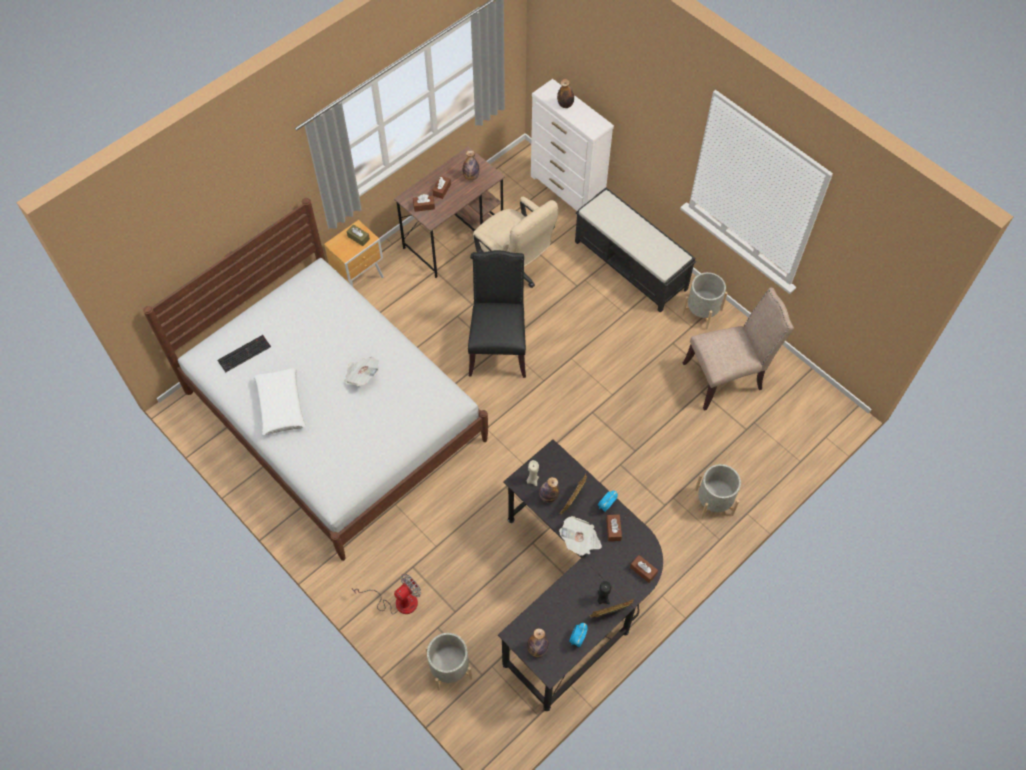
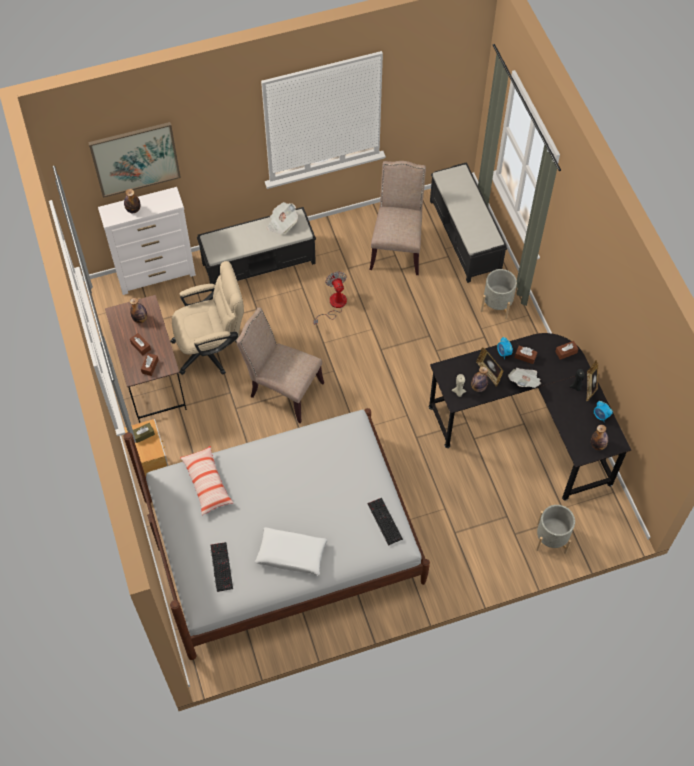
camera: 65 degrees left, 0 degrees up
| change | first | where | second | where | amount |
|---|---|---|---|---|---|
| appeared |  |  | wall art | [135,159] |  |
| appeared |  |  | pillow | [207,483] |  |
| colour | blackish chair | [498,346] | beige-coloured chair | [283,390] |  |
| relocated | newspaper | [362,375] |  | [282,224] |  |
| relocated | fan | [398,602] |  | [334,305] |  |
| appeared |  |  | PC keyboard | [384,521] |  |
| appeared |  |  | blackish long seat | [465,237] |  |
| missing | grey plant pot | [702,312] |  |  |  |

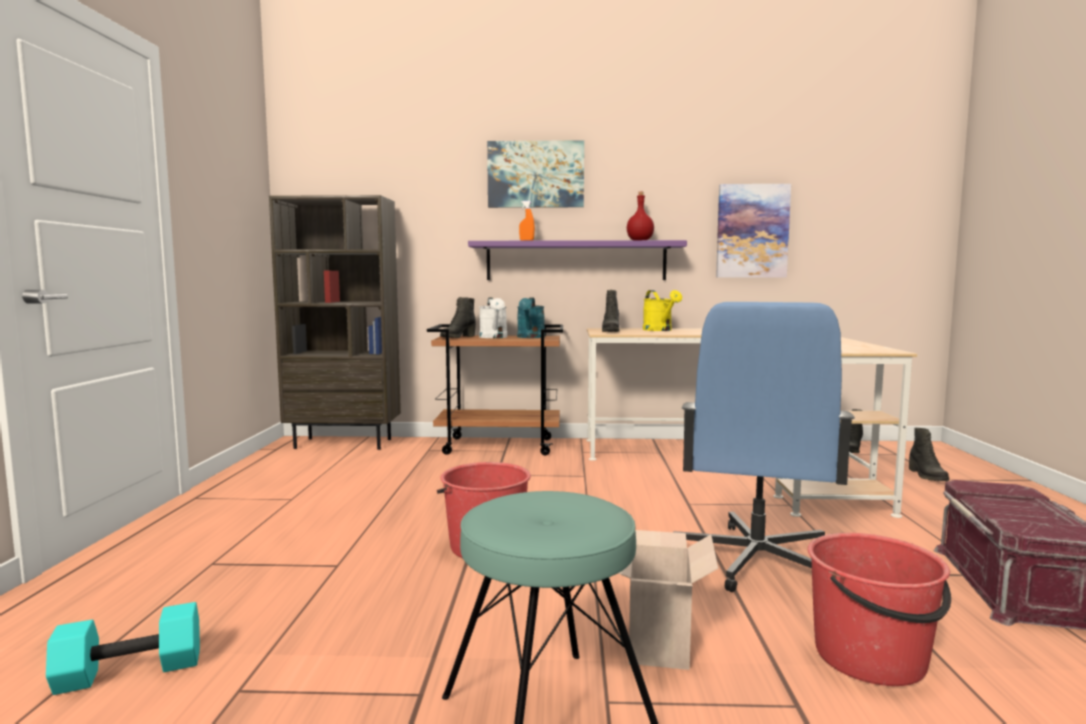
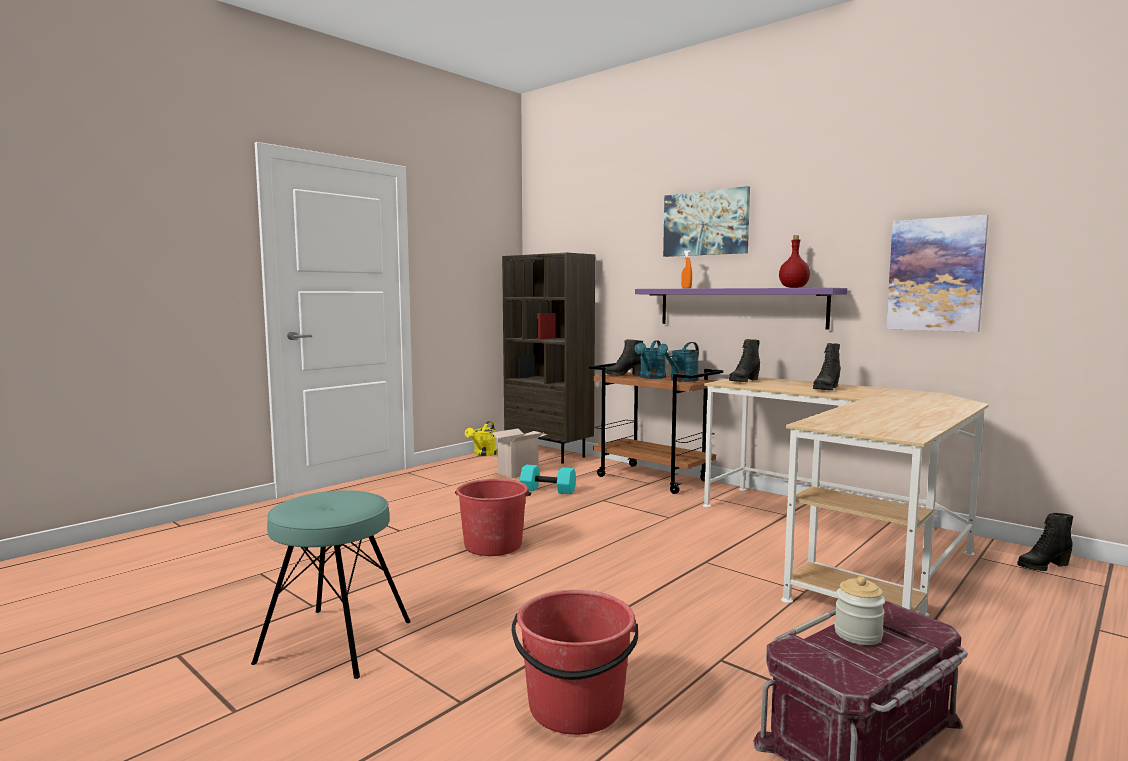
camera: 40 degrees right, 0 degrees up
| change | first | where | second | where | amount |
|---|---|---|---|---|---|
| relocated | yellowish sprinkling can | [660,330] |  | [483,454] |  |
| relocated | carton | [656,642] |  | [518,472] |  |
| relocated | turquoise-coloured dumbbell | [132,670] |  | [548,490] |  |
| colour | white-coloured sprinkling can | [494,337] | turquoise-coloured sprinkling can | [651,377] |  |
| relocated | blackish boot | [926,476] |  | [825,389] |  |
| appeared |  |  | storage jar | [858,634] |  |
| missing | bluish desk chair | [755,561] |  |  |  |

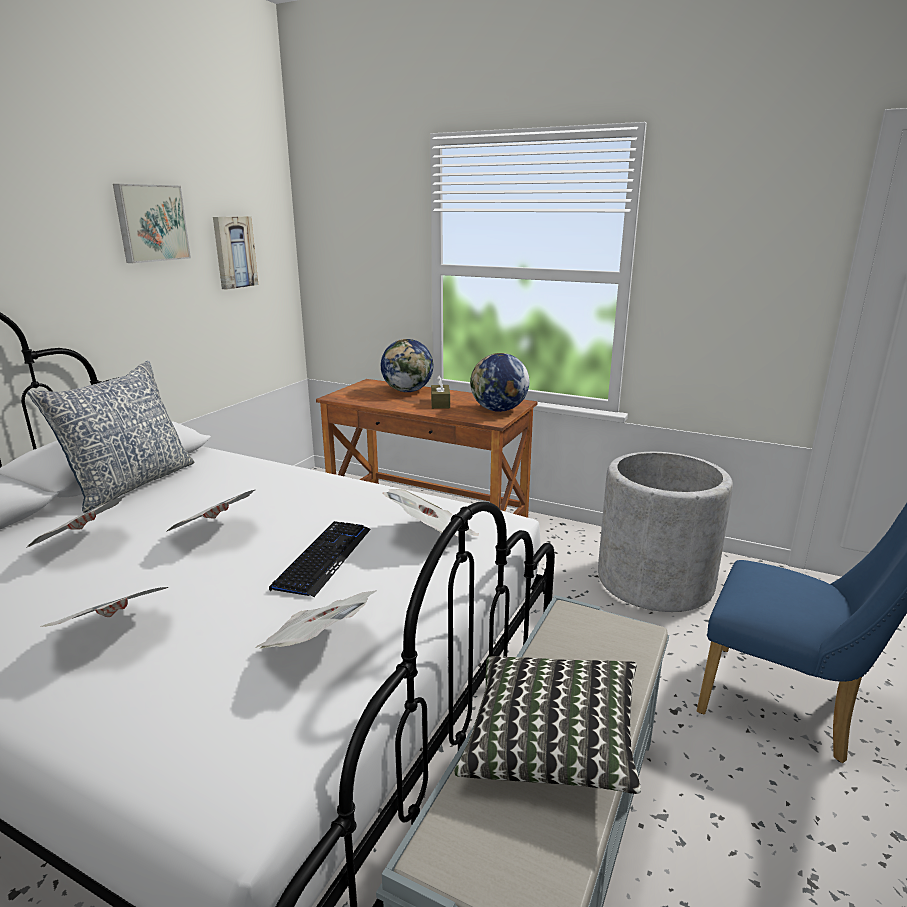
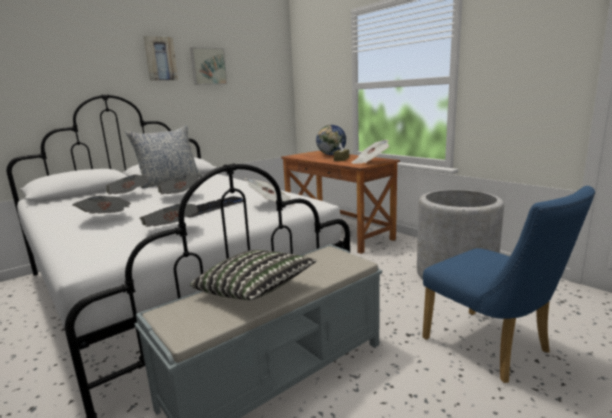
camera: 25 degrees right, 5 degrees down
| change | first | where | second | where | amount |
|---|---|---|---|---|---|
| relocated | wall art | [234,252] |  | [160,59] |  |
| exchanged | globe | [498,410] | newspaper | [370,162] |  |

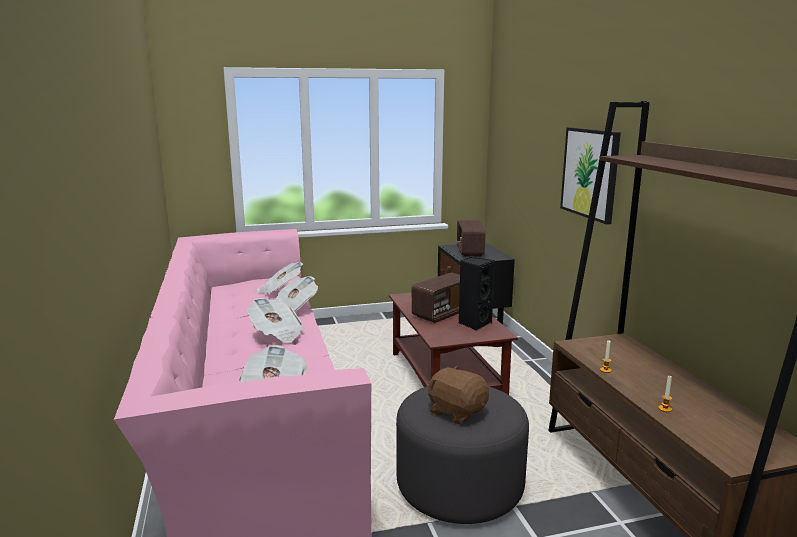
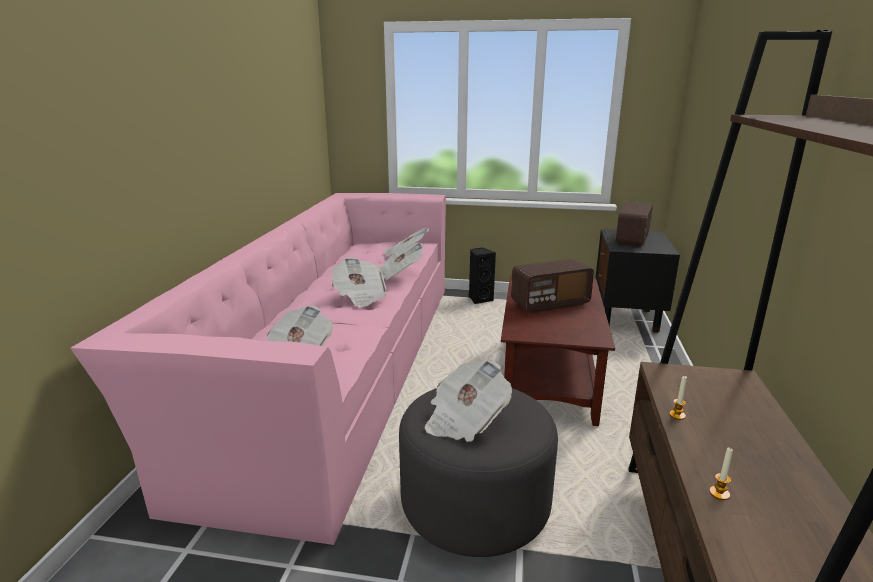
camera: 25 degrees right, 5 degrees up
| change | first | where | second | where | amount |
|---|---|---|---|---|---|
| exchanged | brown soft toy | [456,411] | newspaper | [465,420] |  |
| relocated | blackish audio speaker | [474,323] |  | [480,300] |  |
| missing | wall art | [590,173] |  |  |  |

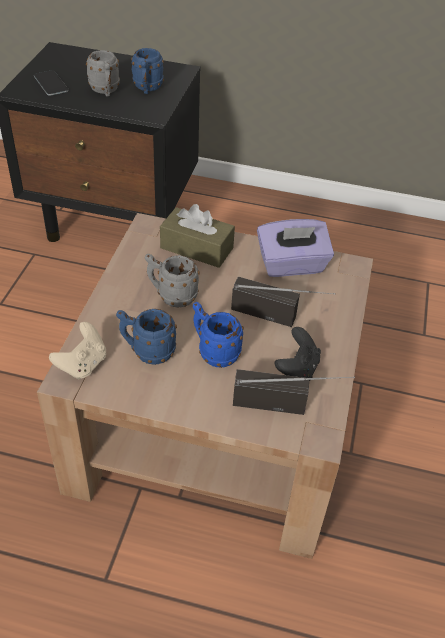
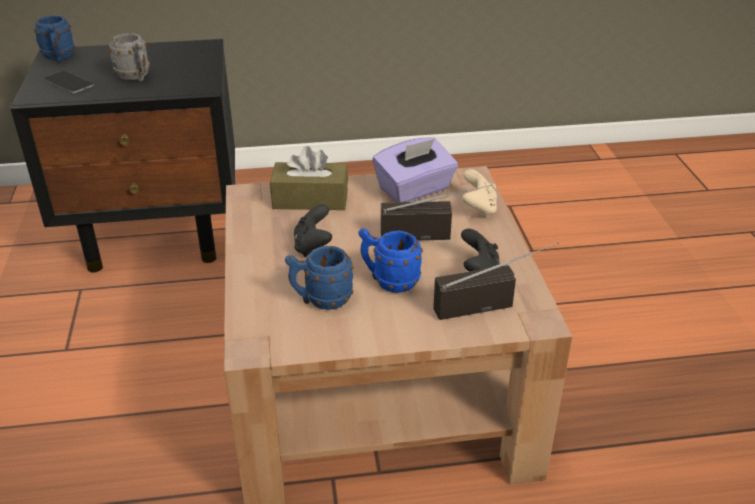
camera: 20 degrees left, 10 degrees down
| change | first | where | second | where | amount |
|---|---|---|---|---|---|
| relocated | bluish tea mug | [147,89] |  | [59,58] |  |
| exchanged | grey tea mug | [171,296] | blackish joypad | [313,246] |  |
| relocated | beige-coloured joypad | [83,364] |  | [478,208] |  |

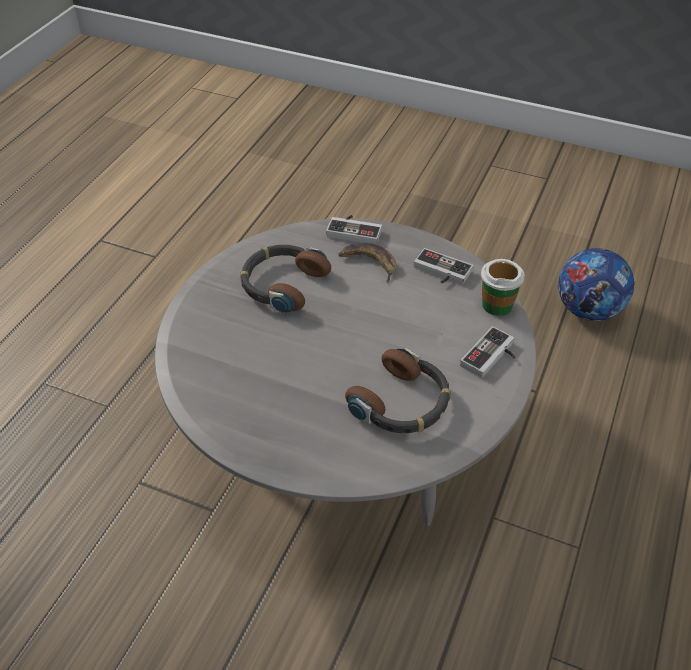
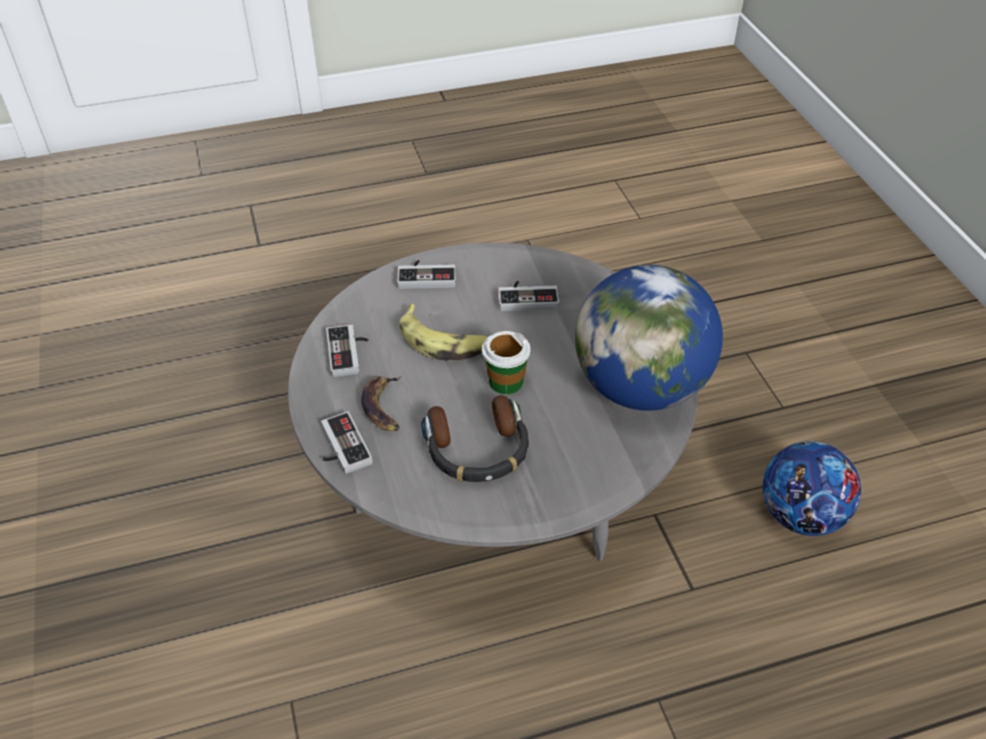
camera: 130 degrees left, 0 degrees up
| change | first | where | second | where | amount |
|---|---|---|---|---|---|
| appeared |  |  | banana | [444,341] |  |
| relocated | drinking cup | [497,305] |  | [505,382] |  |
| exchanged | pair of headphones | [401,403] | joypad | [527,297] |  |
| appeared |  |  | globe | [640,386] |  |
| relocated | ball for football | [588,310] |  | [800,515] |  |

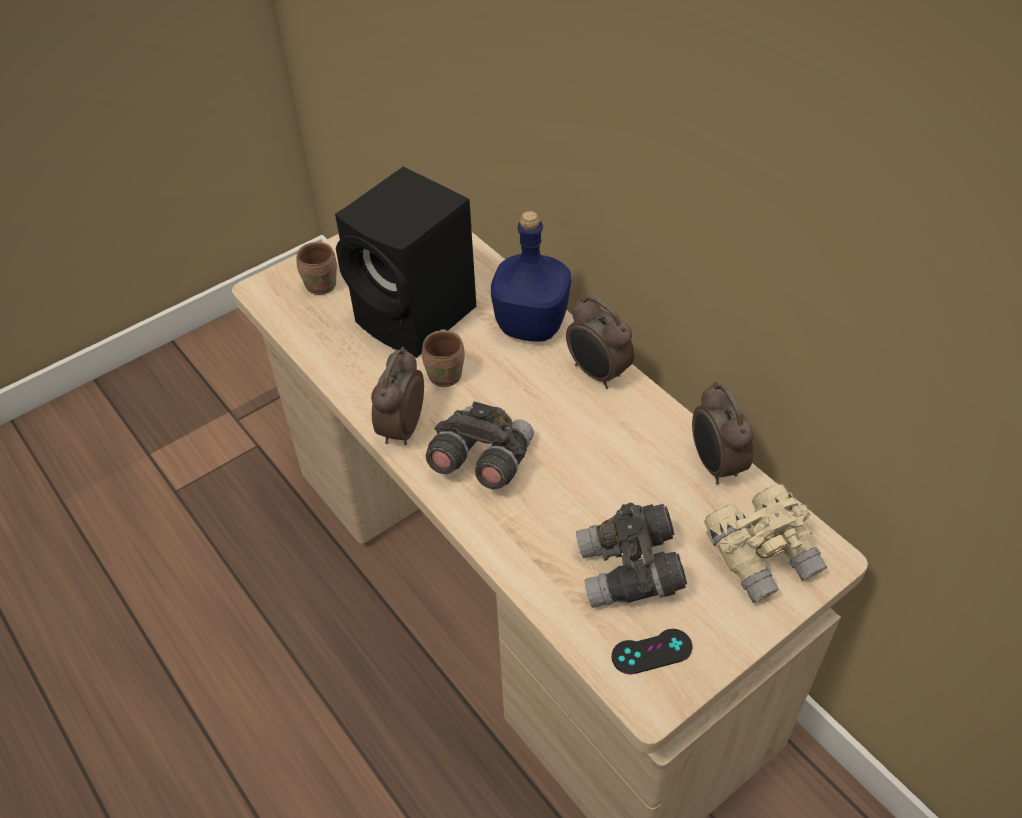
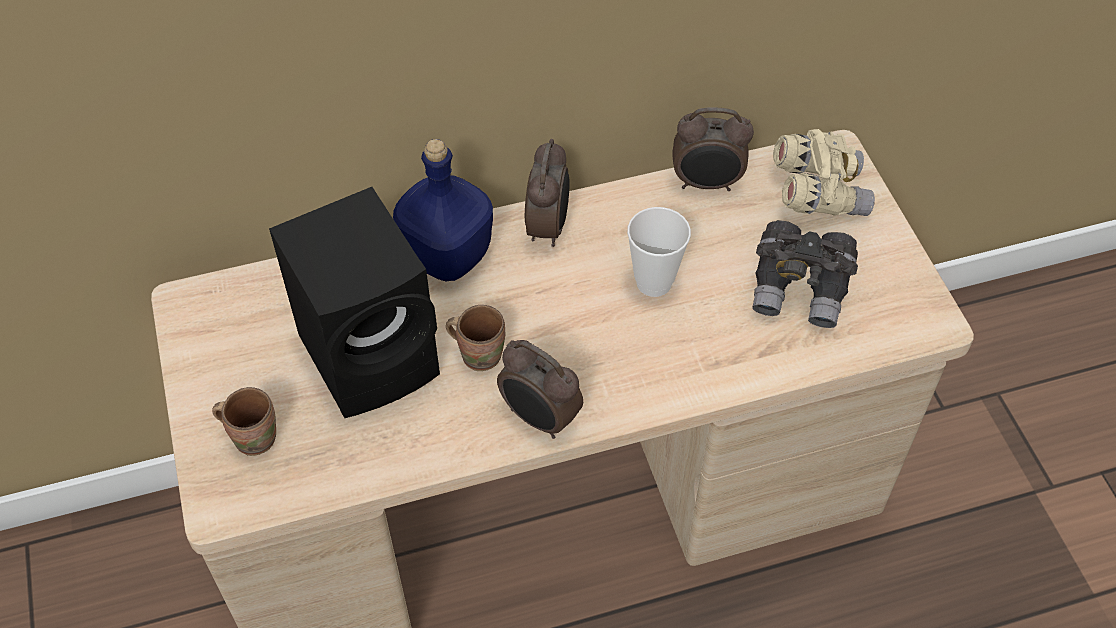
camera: 70 degrees left, 5 degrees up
| change | first | where | second | where | amount |
|---|---|---|---|---|---|
| spun | alarm clock | [597,374] |  | [548,227] | 60 degrees counterclockwise |
| appeared |  |  | drinking cup | [654,282] |  |
| missing | grey field glasses | [481,461] |  |  |  |
| missing | blackish joypad | [651,652] |  |  |  |

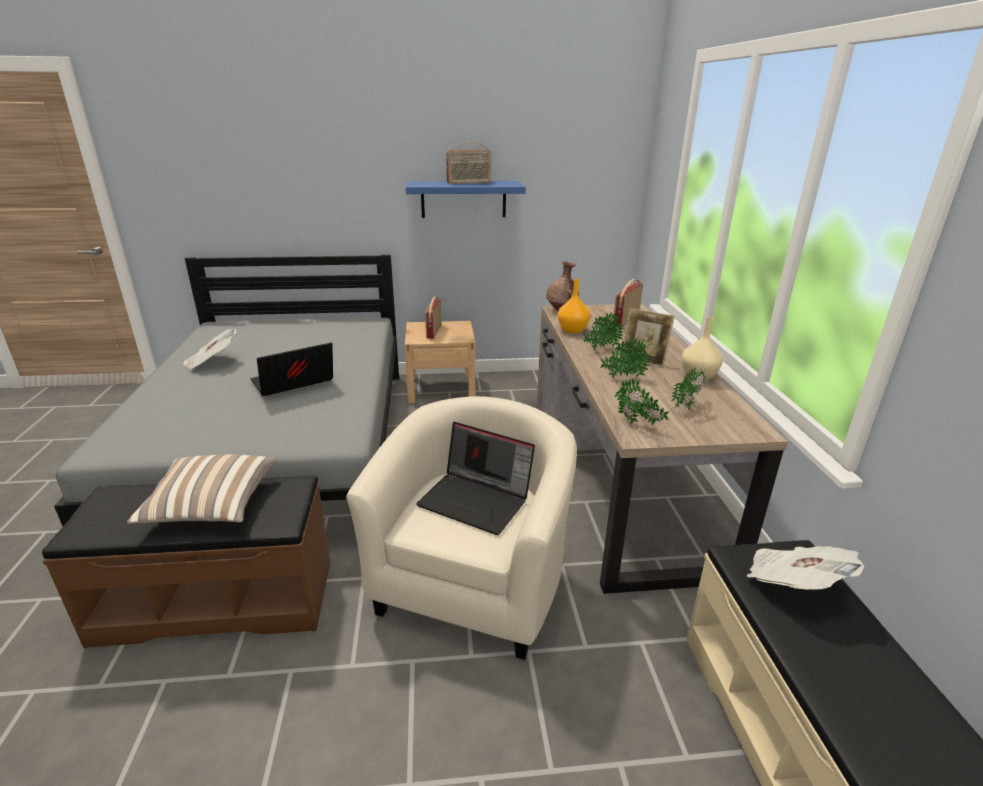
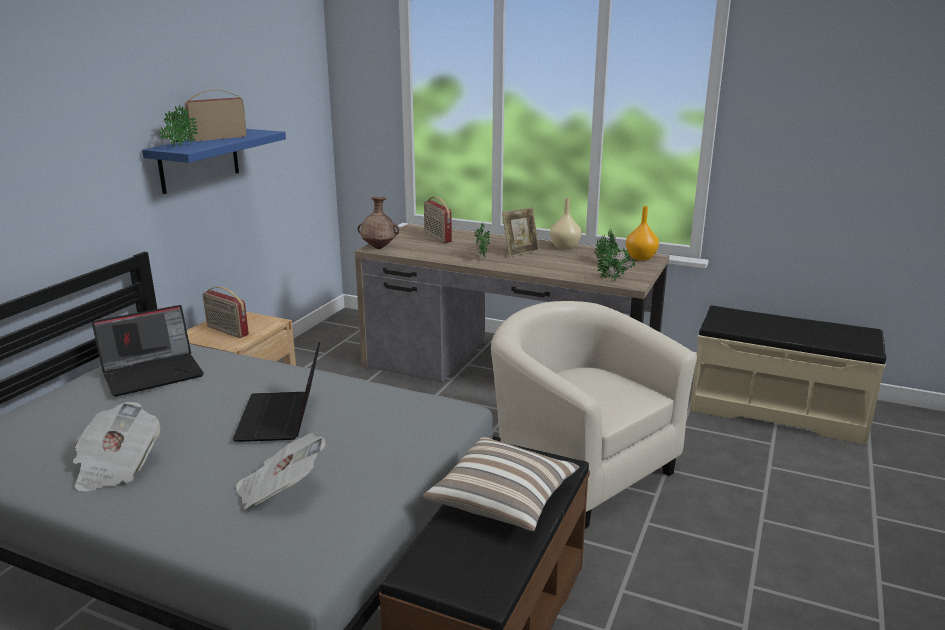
camera: 60 degrees left, 5 degrees down
| change | first | where | second | where | amount |
|---|---|---|---|---|---|
| relocated | laptop | [477,500] |  | [154,373] |  |
| relocated | houseplant | [622,377] |  | [179,147] |  |
| spun | radio receiver | [469,183] |  | [218,138] | 135 degrees counterclockwise |
| relocated | newspaper | [793,583] |  | [280,490] |  |
| relocated | orangey flower vase | [572,330] |  | [641,258] |  |

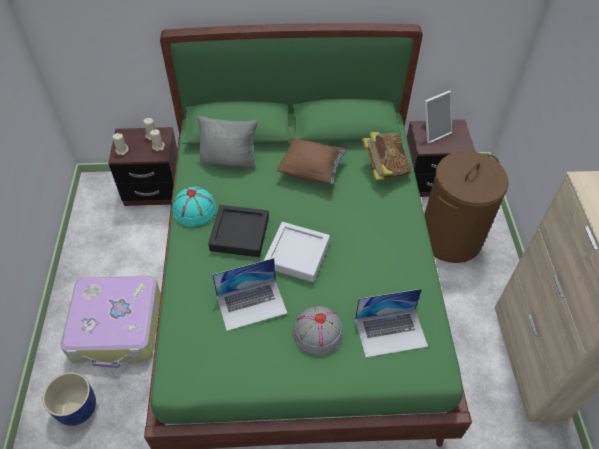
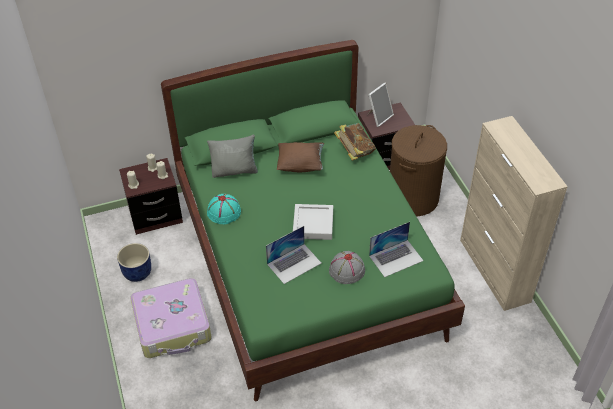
camera: 15 degrees left, 5 degrees down
| change | first | where | second | where | amount |
|---|---|---|---|---|---|
| relocated | bluish plant pot | [78,407] |  | [138,272] |  |
| missing | blackish tray | [239,234] |  |  |  |

